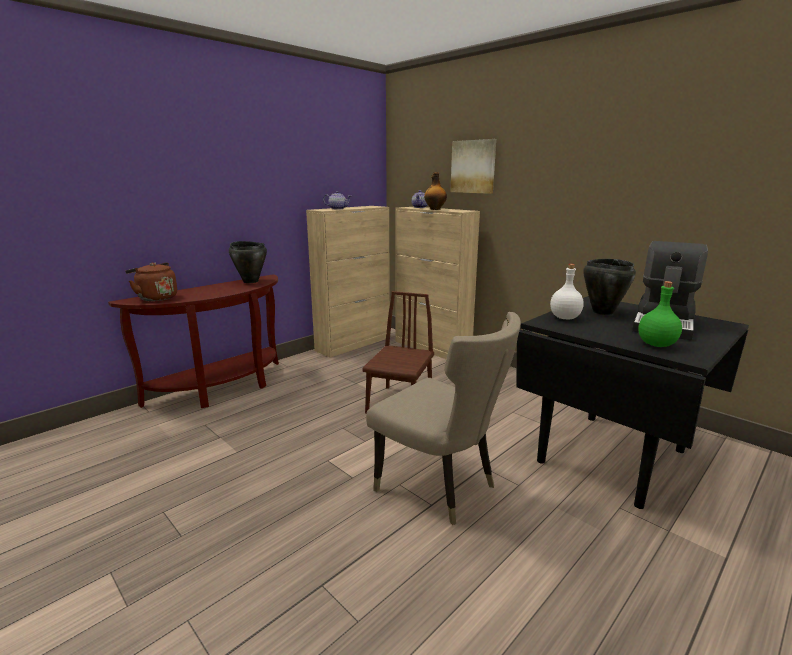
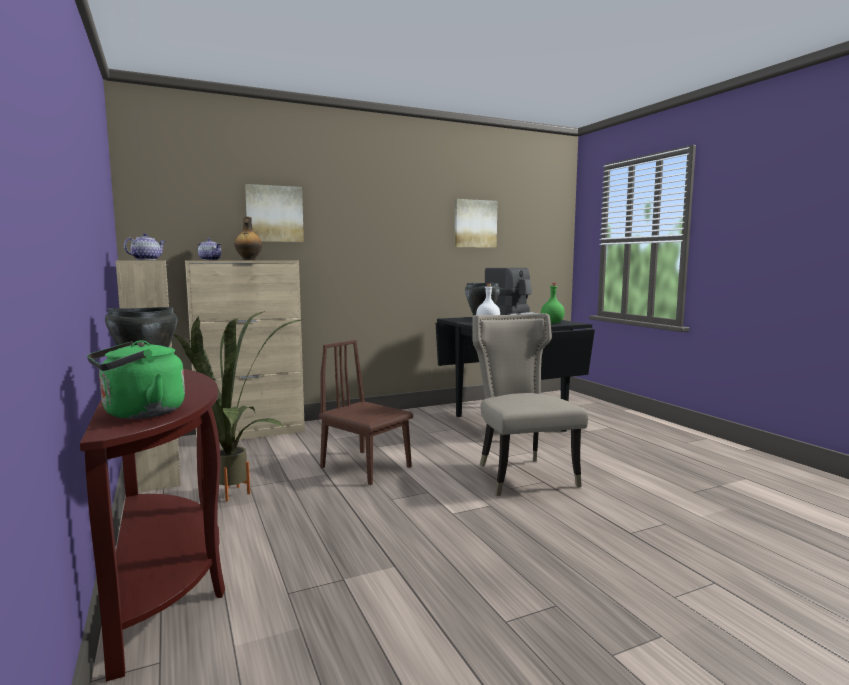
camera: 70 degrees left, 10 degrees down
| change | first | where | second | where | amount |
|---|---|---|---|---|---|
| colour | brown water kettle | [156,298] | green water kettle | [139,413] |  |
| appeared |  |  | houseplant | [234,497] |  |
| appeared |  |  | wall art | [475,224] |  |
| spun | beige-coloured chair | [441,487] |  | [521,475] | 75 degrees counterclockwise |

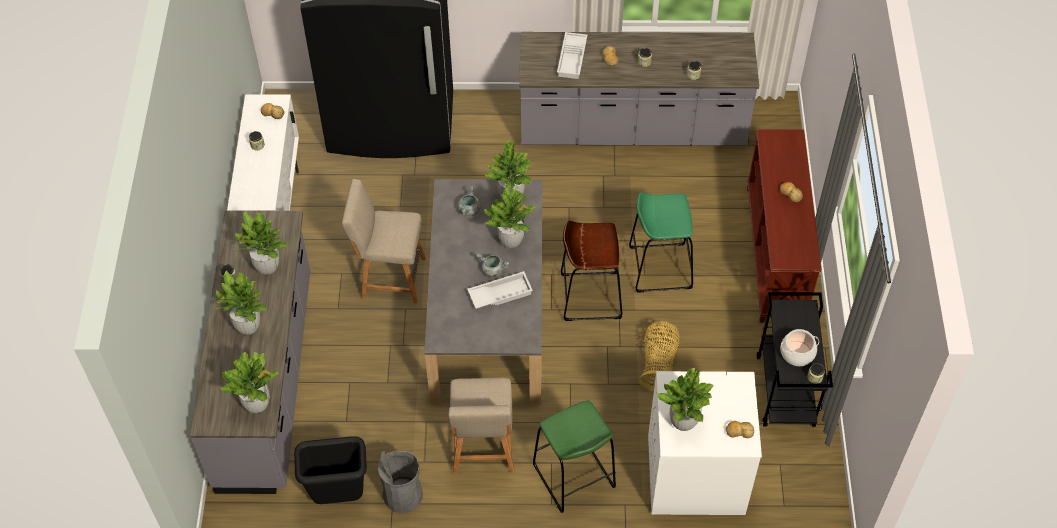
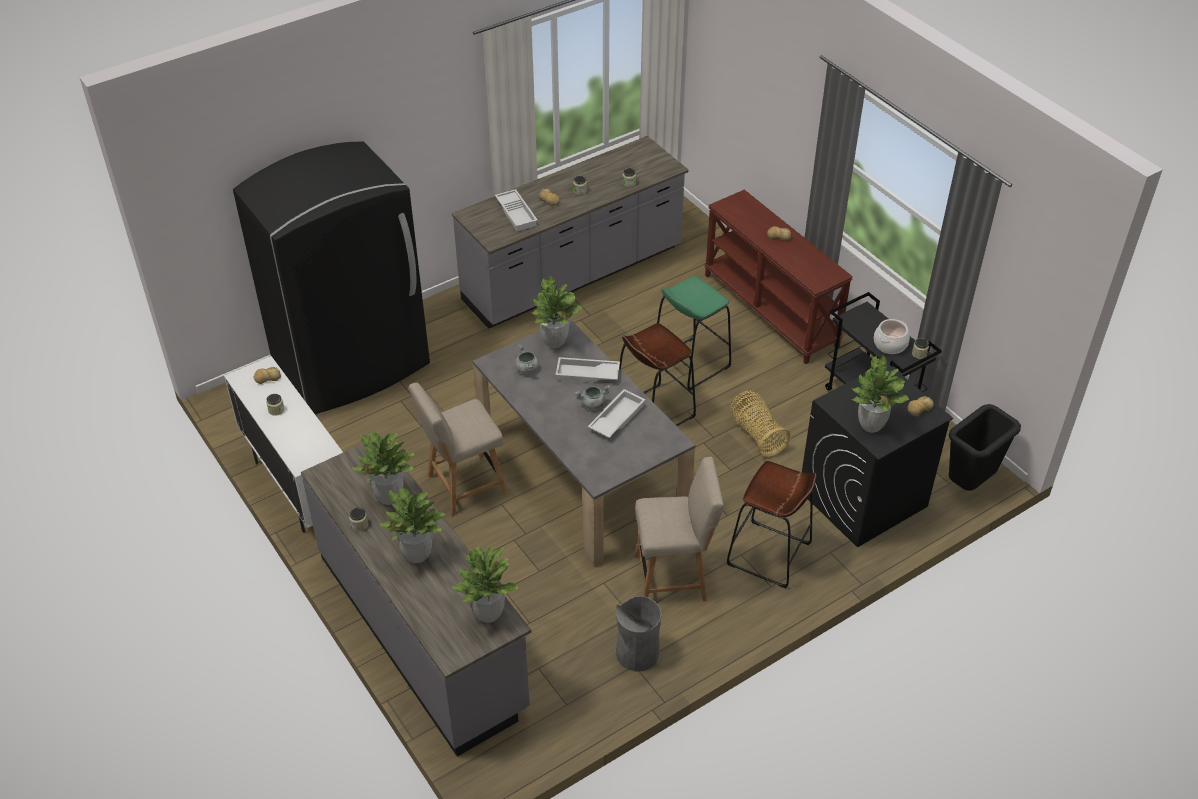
camera: 35 degrees left, 10 degrees down
| change | first | where | second | where | amount |
|---|---|---|---|---|---|
| exchanged | houseplant | [511,241] | white-coloured tray | [587,374] |  |
| spun | beige-coloured chair | [483,450] |  | [674,577] | 60 degrees counterclockwise |
| colour | green sitting stool | [573,476] | brown sitting stool | [769,554] |  |
| colour | white-coloured laundry machine | [695,475] | blackish laundry machine | [862,499] |  |
| relocated | blackish rubbish bin | [339,496] |  | [970,483] |  |

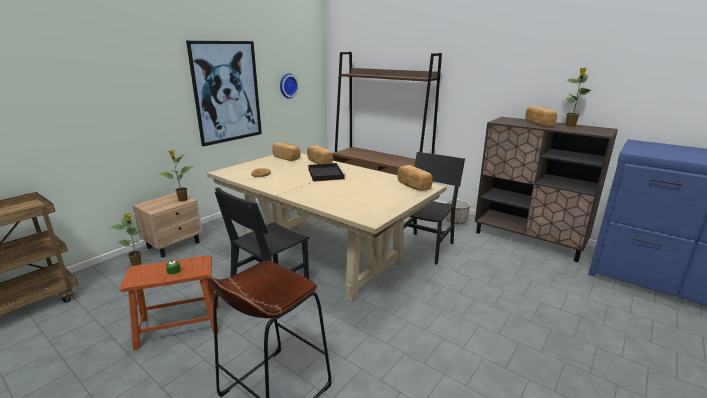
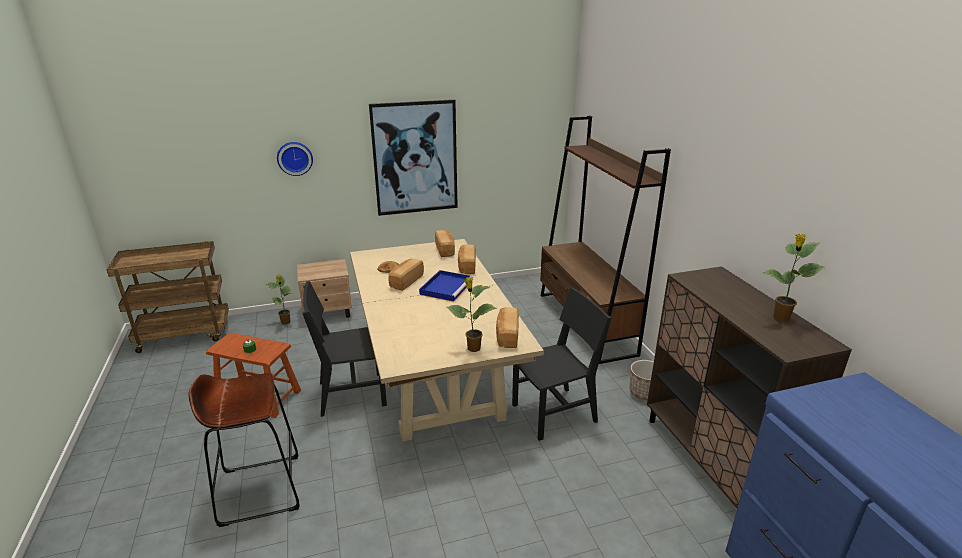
camera: 35 degrees right, 5 degrees up
| change | first | where | second | where | amount |
|---|---|---|---|---|---|
| relocated | wall clock | [287,85] |  | [295,158] |  |
| relocated | bakery bread | [538,124] |  | [405,281] |  |
| colour | blackish tray | [325,174] | bluish tray | [446,287] |  |
| relocated | houseplant | [182,200] |  | [473,348] |  |

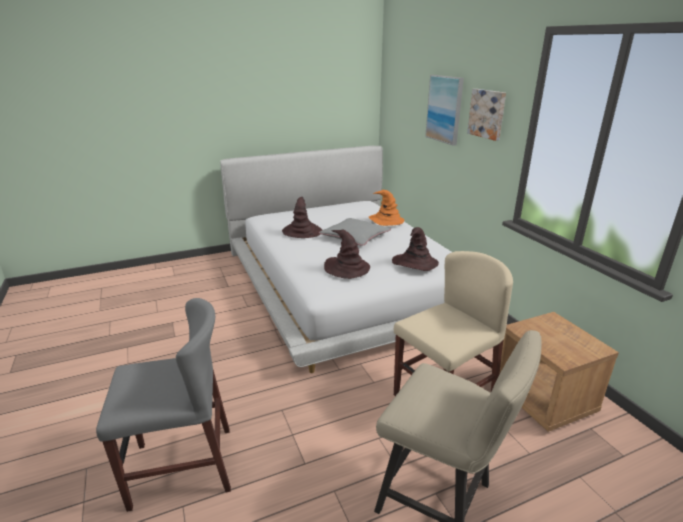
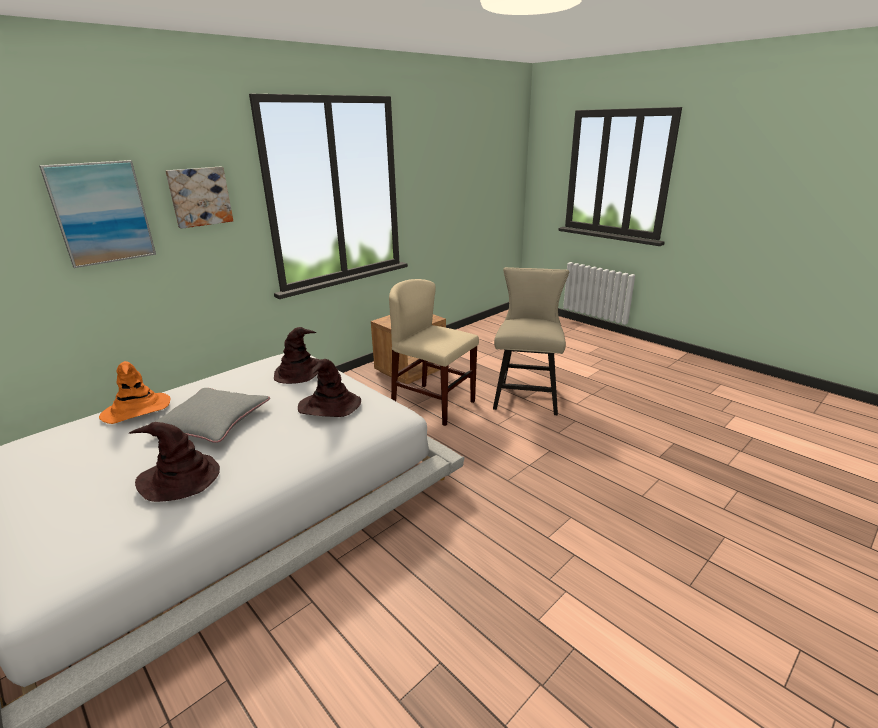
camera: 110 degrees left, 0 degrees up
| change | first | where | second | where | amount |
|---|---|---|---|---|---|
| missing | grey chair | [182,467] |  |  |  |

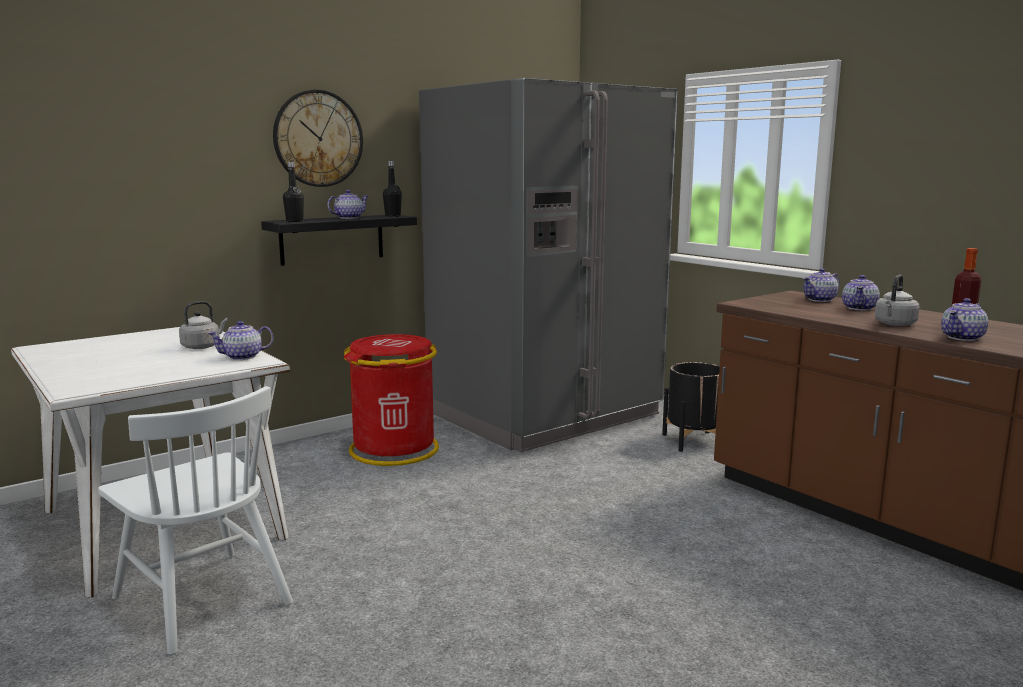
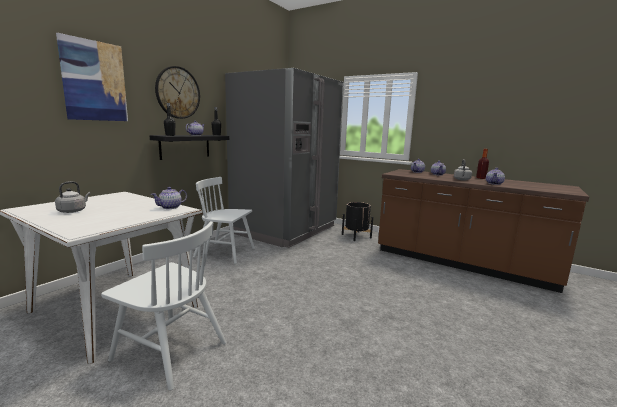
camera: 20 degrees left, 0 degrees up
| change | first | where | second | where | amount |
|---|---|---|---|---|---|
| relocated | grey water kettle | [203,346] |  | [73,211] |  |
| appeared |  |  | wall art | [94,81] |  |
| exchanged | red rubbish bin | [394,450] | white-coloured chair | [225,252] |  |

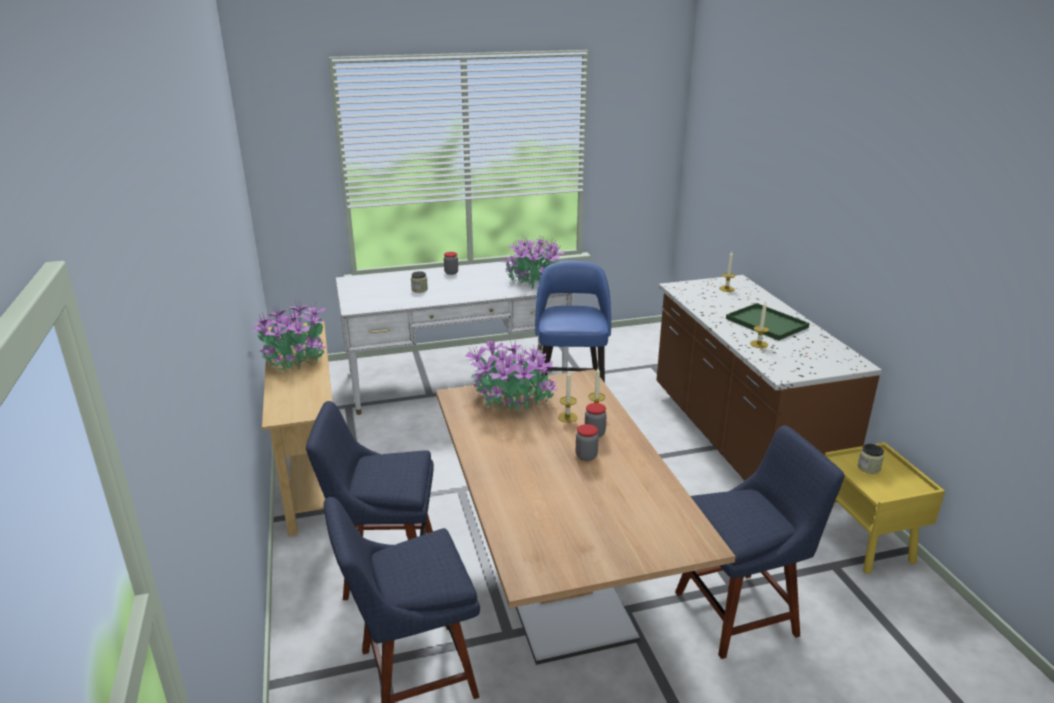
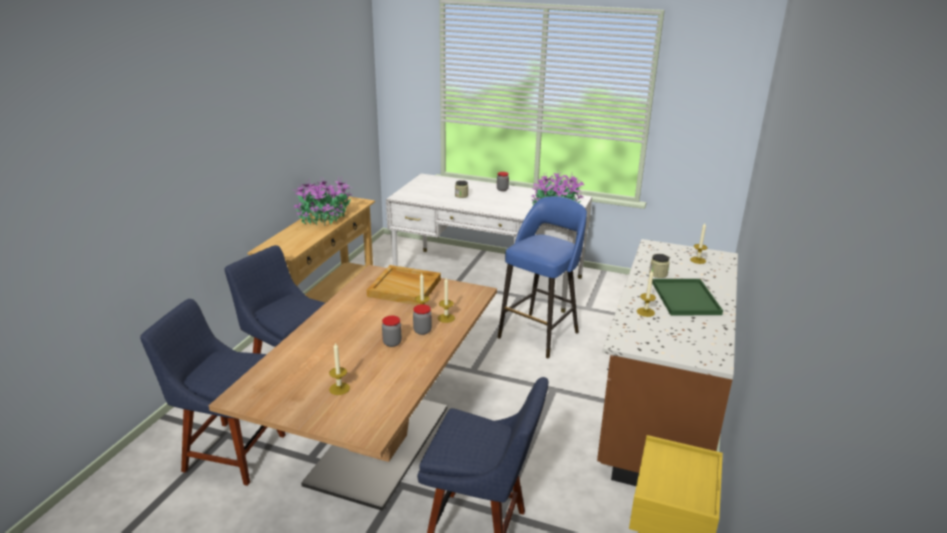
camera: 35 degrees right, 0 degrees up
| change | first | where | second | where | amount |
|---|---|---|---|---|---|
| appeared |  |  | wax light | [339,388] |  |
| exchanged | houseplant | [511,399] | beige-coloured tray | [405,287] |  |
| relocated | storage jar | [868,468] |  | [658,274] |  |

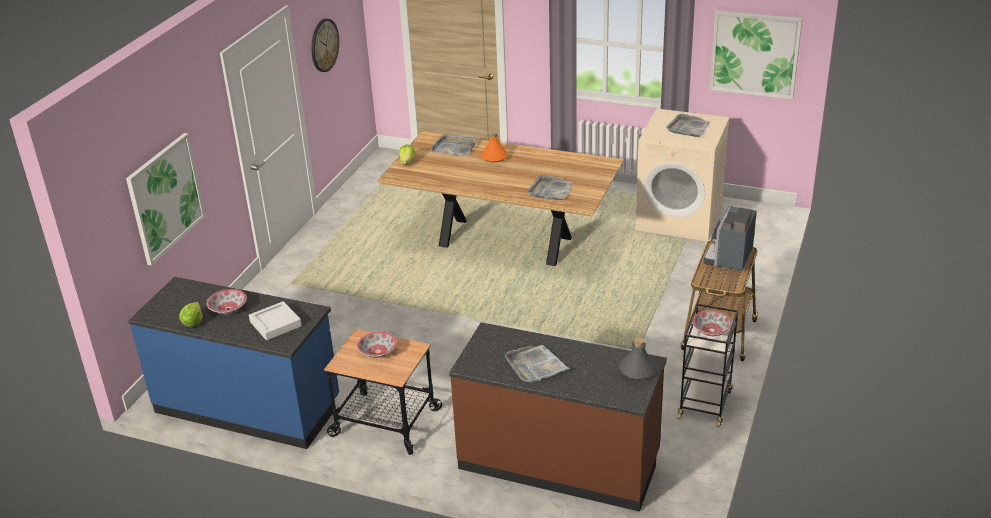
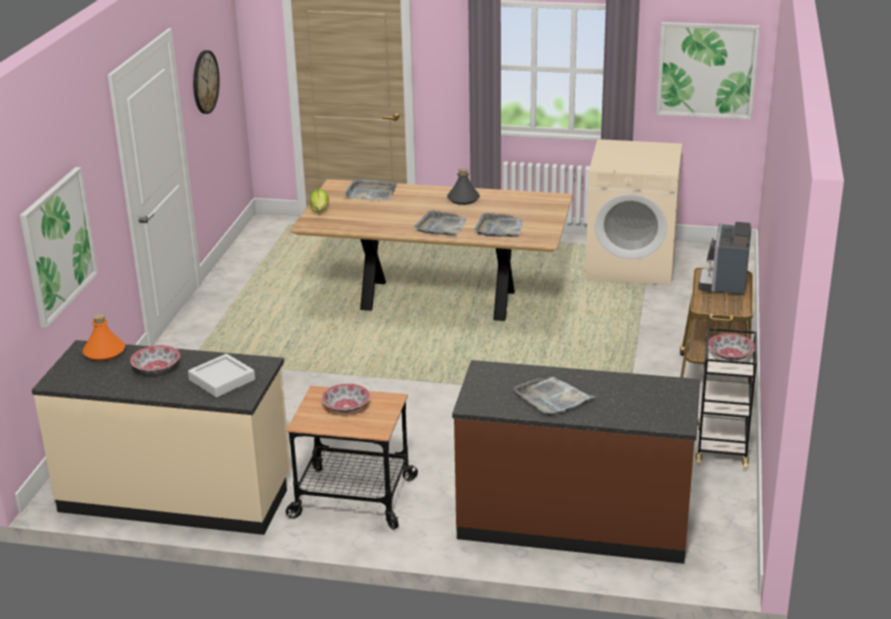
camera: 10 degrees left, 5 degrees down
| change | first | where | second | where | amount |
|---|---|---|---|---|---|
| colour | bluish counter | [248,406] | beige-coloured counter | [176,495] |  |
| relocated | orangey bottle | [494,157] |  | [104,352] |  |
| relocated | grey tray | [688,128] |  | [441,226] |  |
| relocated | grey bottle | [638,370] |  | [463,199] |  |
| missing | lettuce head | [193,322] |  |  |  |

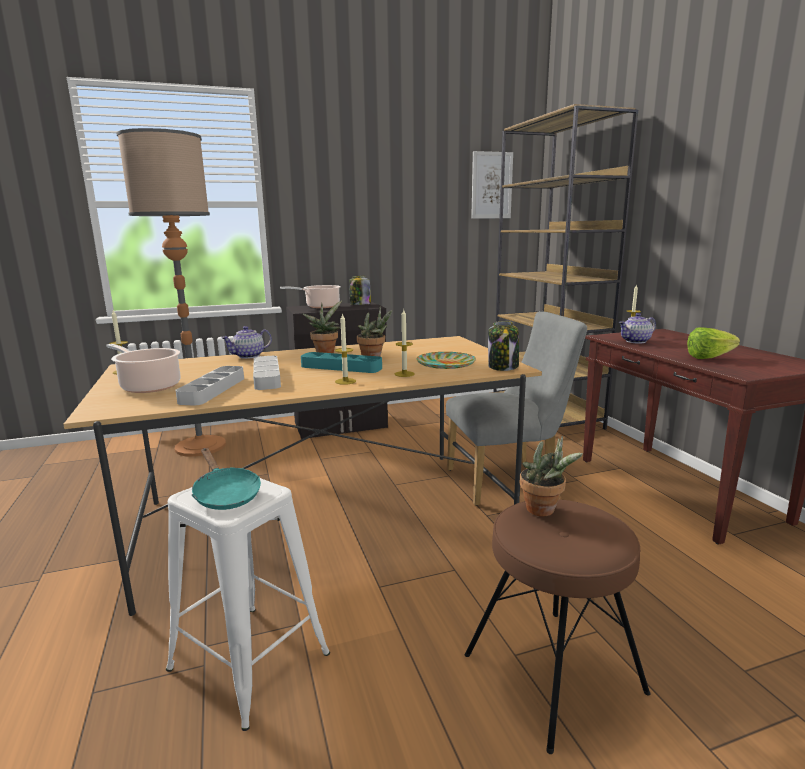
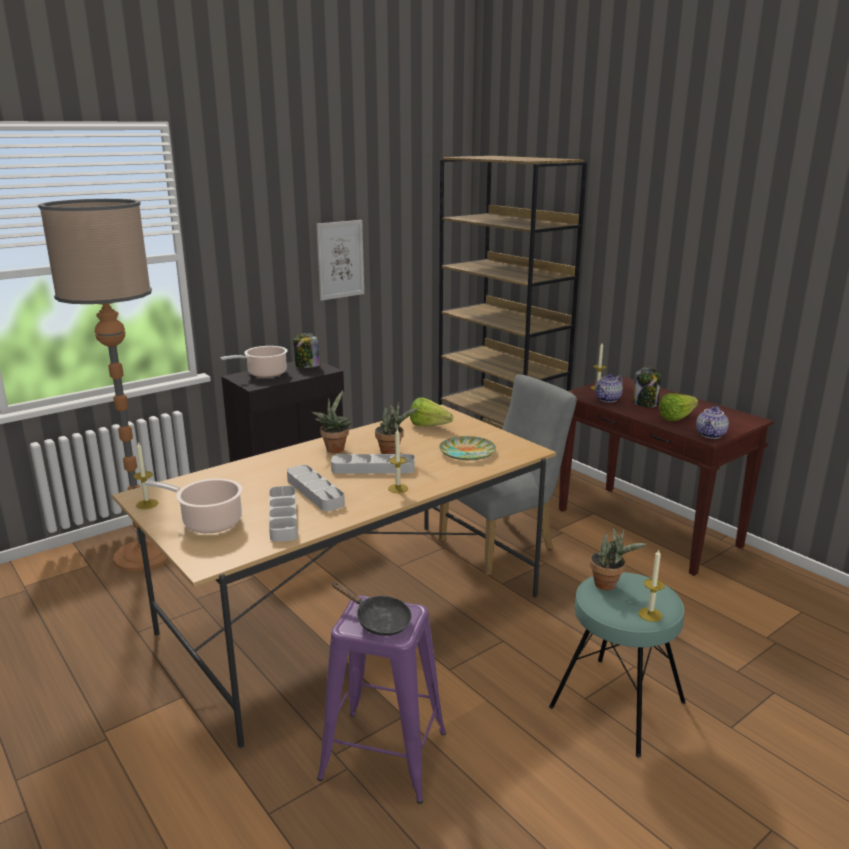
camera: 20 degrees left, 5 degrees up
| change | first | where | second | where | amount |
|---|---|---|---|---|---|
| relocated | wall art | [491,185] |  | [340,259] |  |
| colour | white-coloured sitting stool | [250,662] | purple sitting stool | [385,756] |  |
| colour | turquoise-coloured tray | [341,367] | grey tray | [373,468] |  |
| colour | turquoise-coloured pan | [225,494] | blackish pan | [378,621] |  |
| appeared |  |  | lettuce head | [432,427] |  |
| colour | brown sitting stool | [553,673] | turquoise-coloured sitting stool | [617,704] |  |
| relocated | storage jar | [503,367] |  | [645,403] |  |
| relocated | wax light | [404,374] |  | [650,614] |  |
| relocated | teapot | [248,356] |  | [711,435] |  |

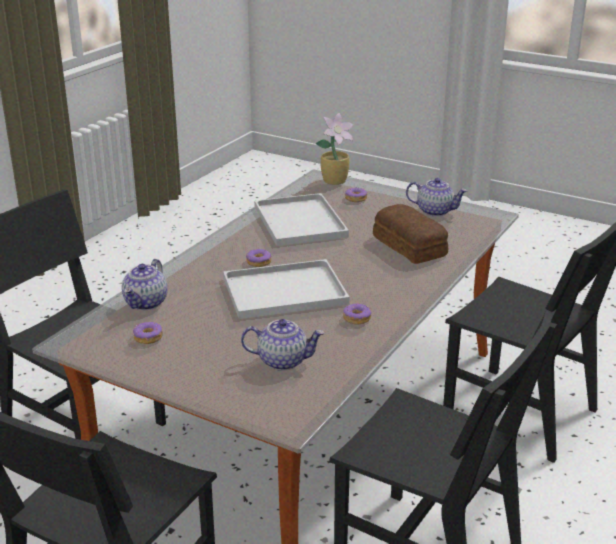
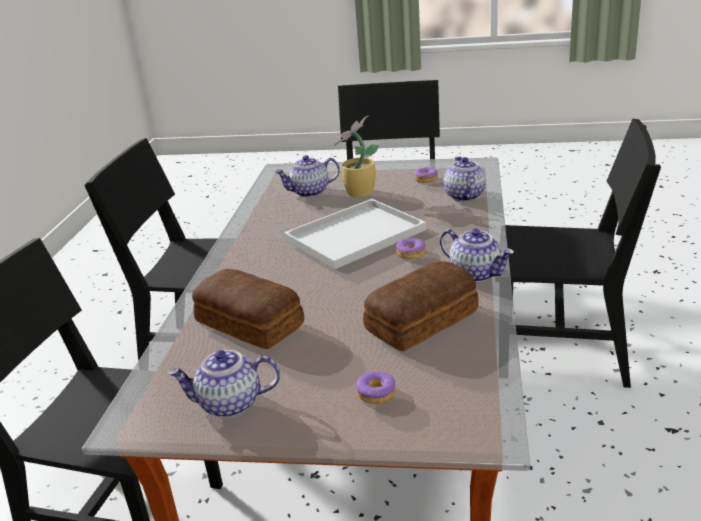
camera: 160 degrees right, 0 degrees up
| change | first | where | second | where | amount |
|---|---|---|---|---|---|
| relocated | houseplant | [336,181] |  | [359,193] |  |
| exchanged | white-coloured tray | [298,220] | bakery bread | [424,320] |  |
| appeared |  |  | teapot | [476,274] |  |
| missing | donut | [356,318] |  |  |  |

